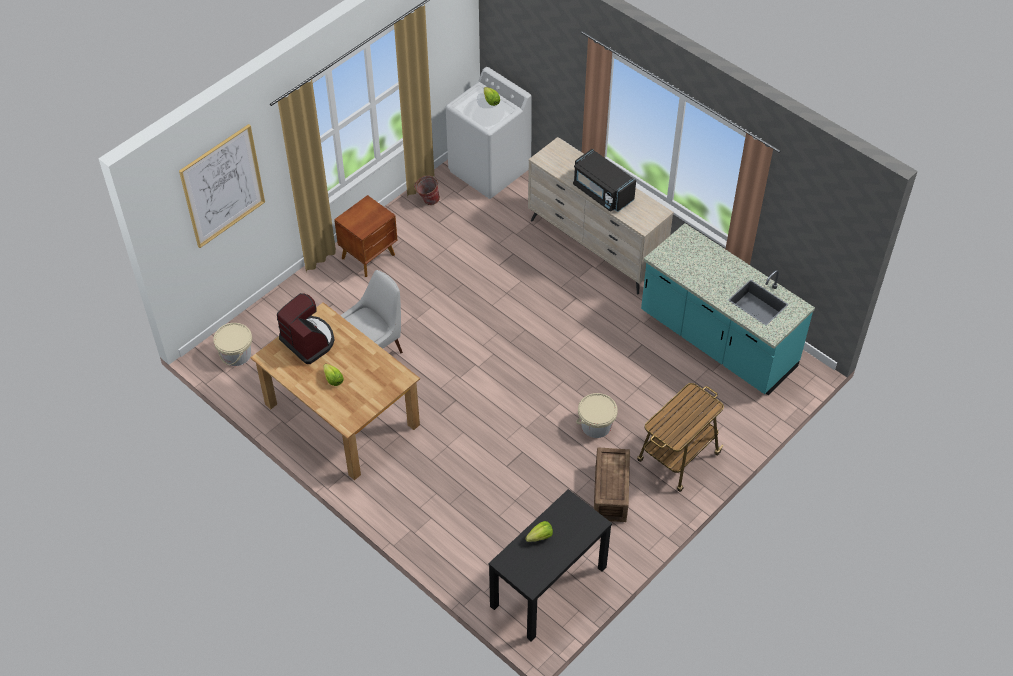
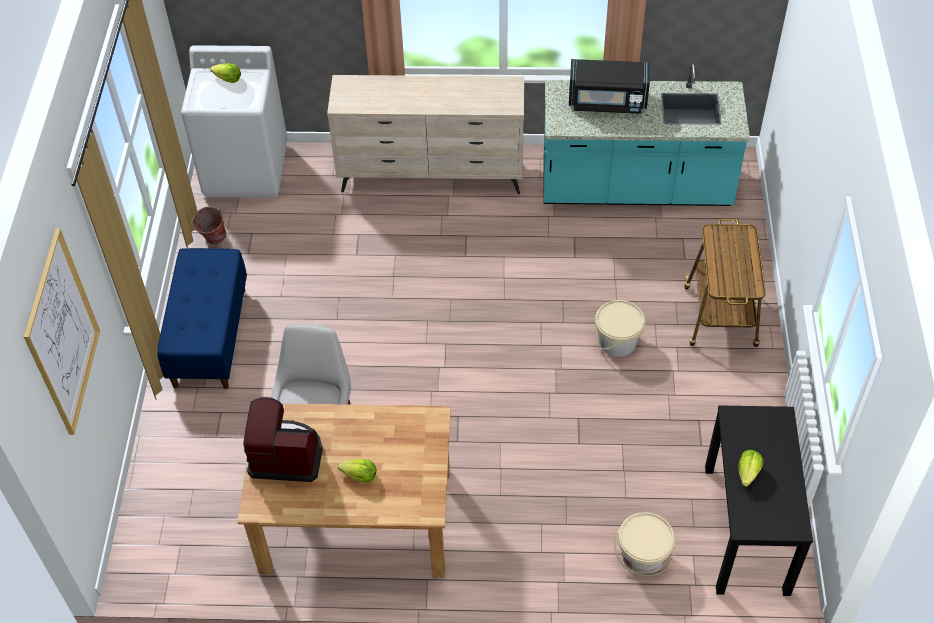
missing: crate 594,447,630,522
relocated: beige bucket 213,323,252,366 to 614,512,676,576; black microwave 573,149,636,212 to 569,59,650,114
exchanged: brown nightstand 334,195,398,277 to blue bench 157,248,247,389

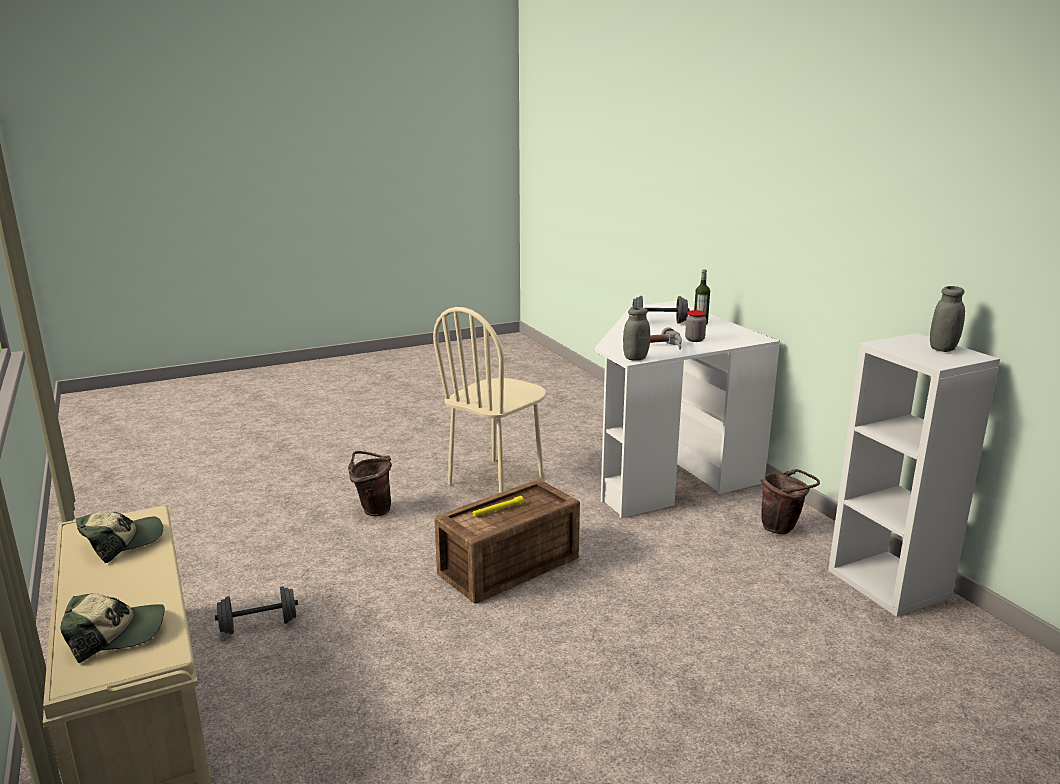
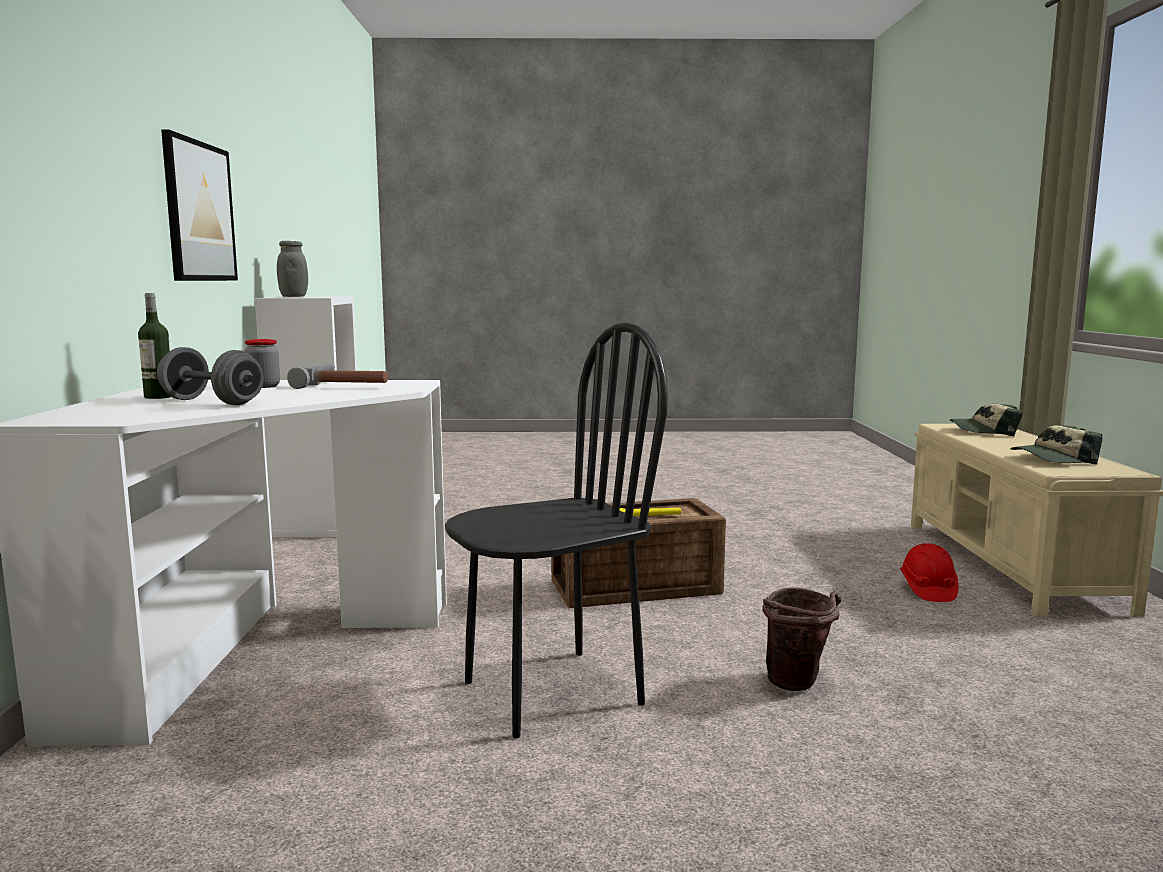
missing: grey jar 623,307,650,361; brown bucket 761,469,820,534
appeared: picture 161,130,238,281
exchanged: grey dumbbell 215,586,298,635 to red hard hat 900,543,958,602
colour: beige chair 433,307,546,493 to black chair 445,322,668,738

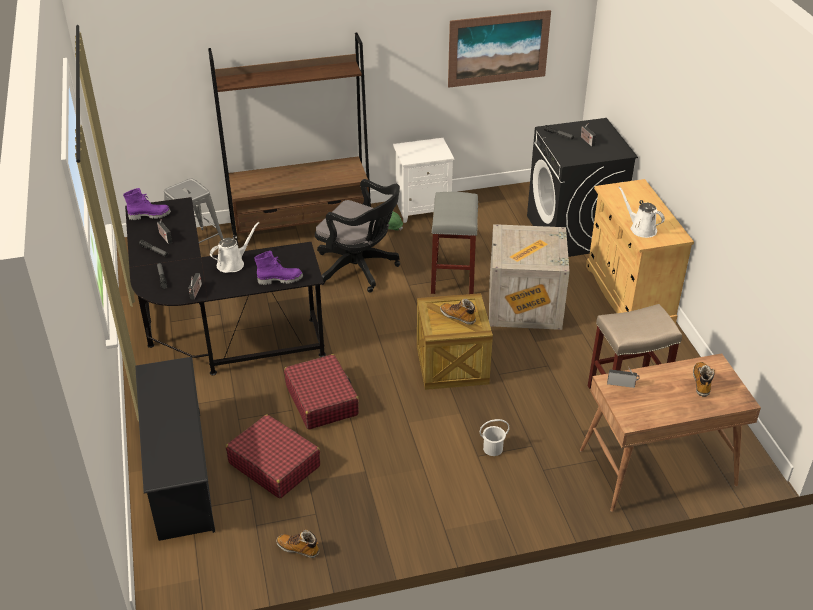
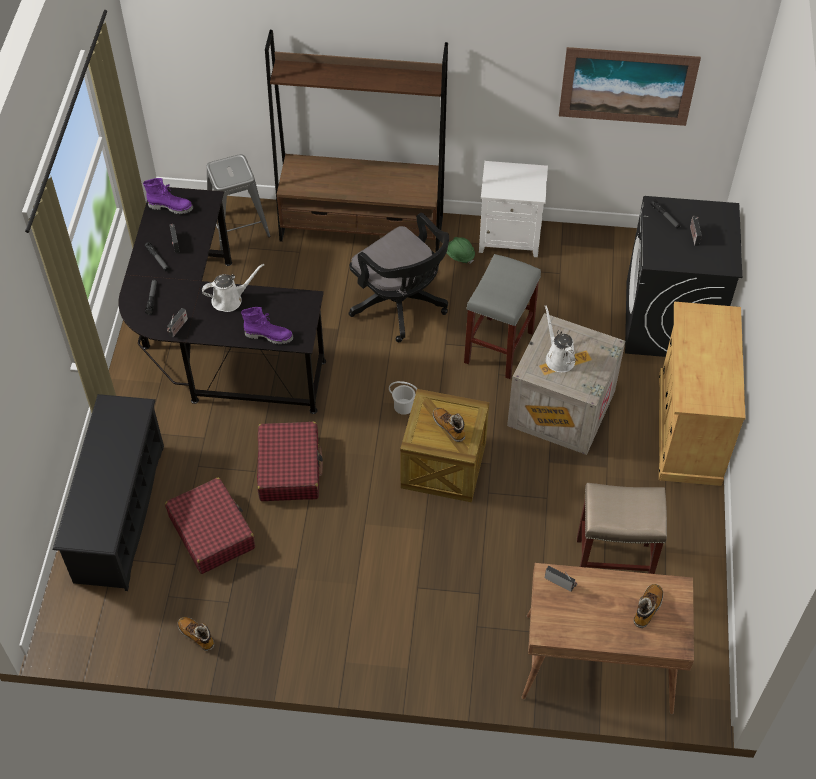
relocated: white bucket 480,419,509,456 to 389,381,417,415; white watering can 618,186,665,238 to 545,305,575,373

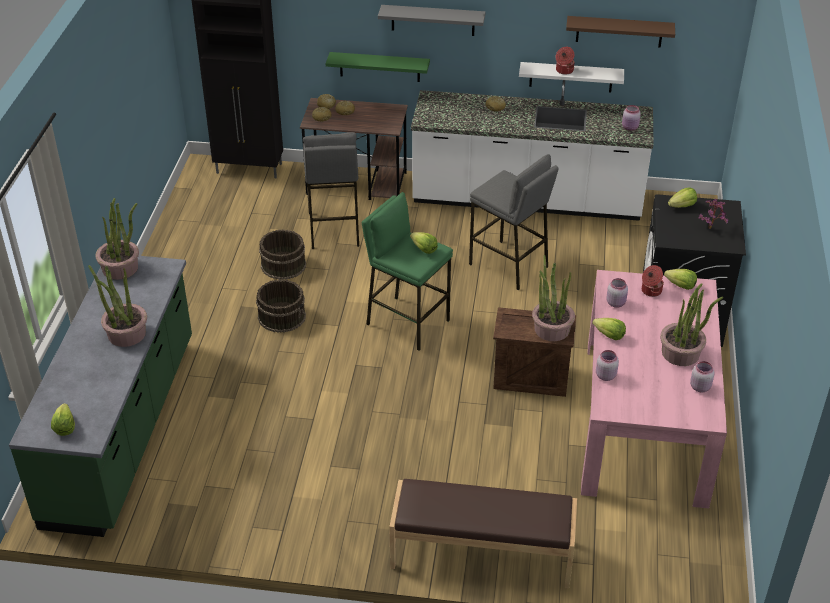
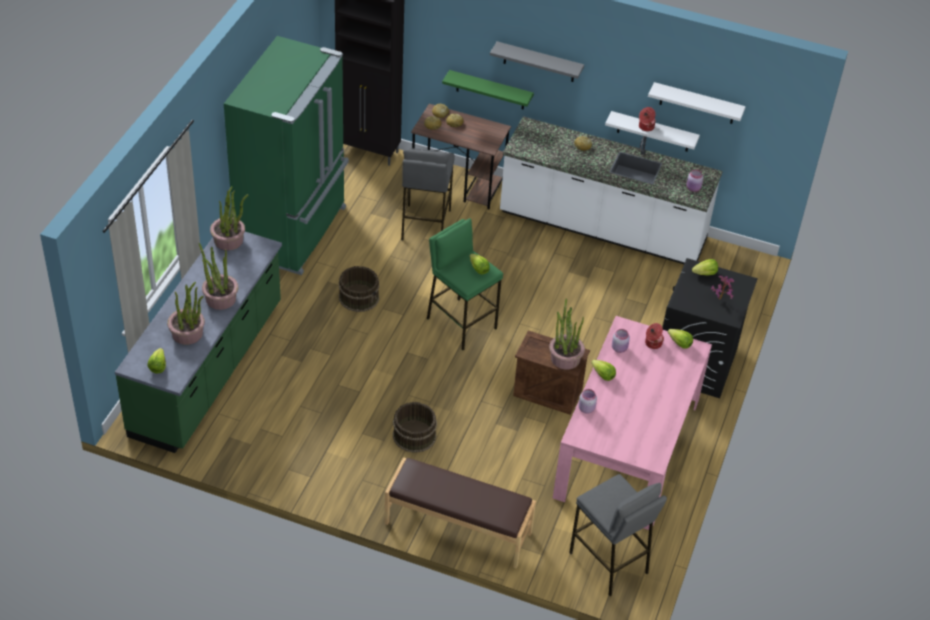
missing: pink jar 690,361,714,392
appeared: green fridge 224,36,349,275
relocated: brown bucket 259,229,306,280 to 393,402,437,453; grey stool 469,154,559,290 to 569,474,667,596; potted plant 660,283,723,366 to 167,282,205,345
colour: brown shelf 566,16,675,48 to white shelf 648,82,746,124

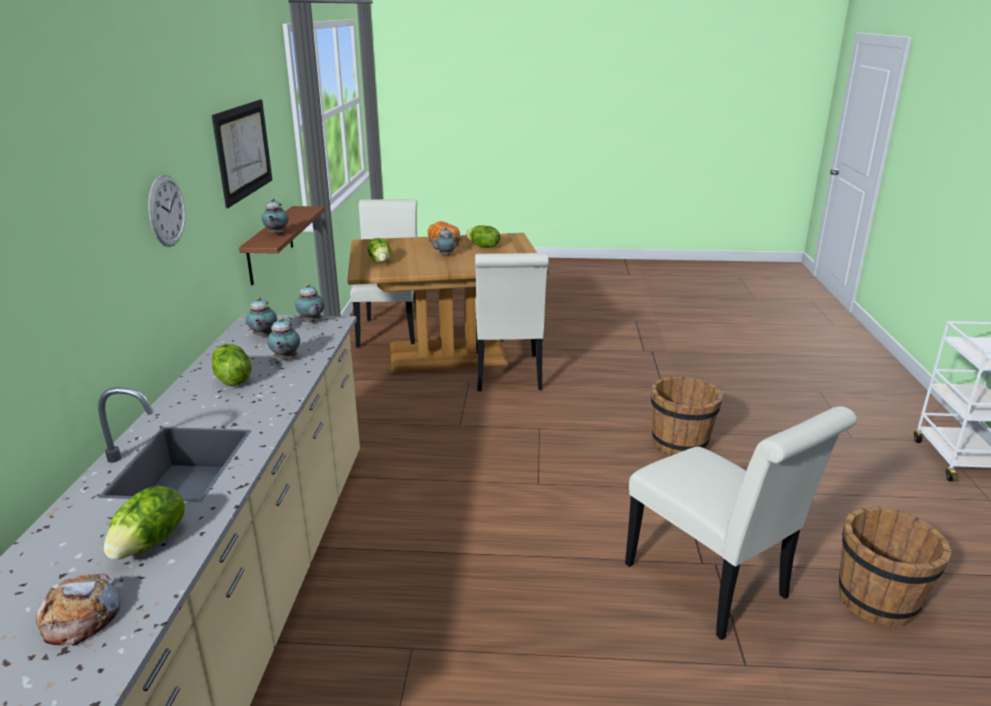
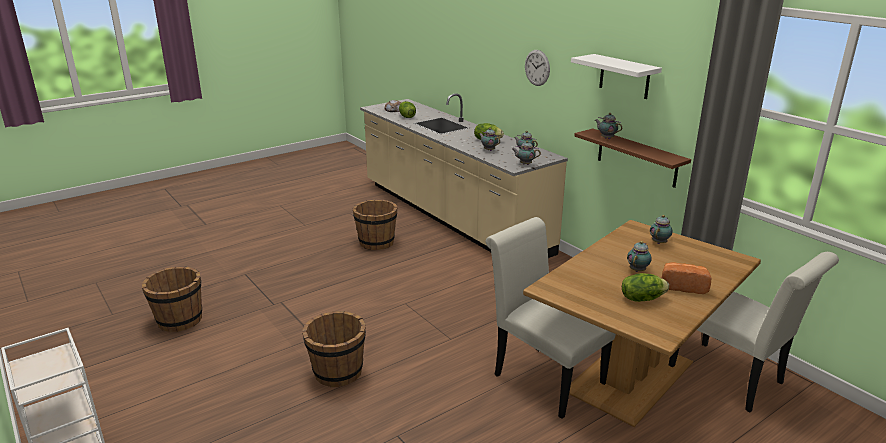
missing: white chair 625,406,857,640
appeared: brown bucket 353,200,398,250
exchanged: picture 212,99,272,208 to white shelf 571,54,662,99; lettuce 368,238,391,263 to teapot 650,215,672,244

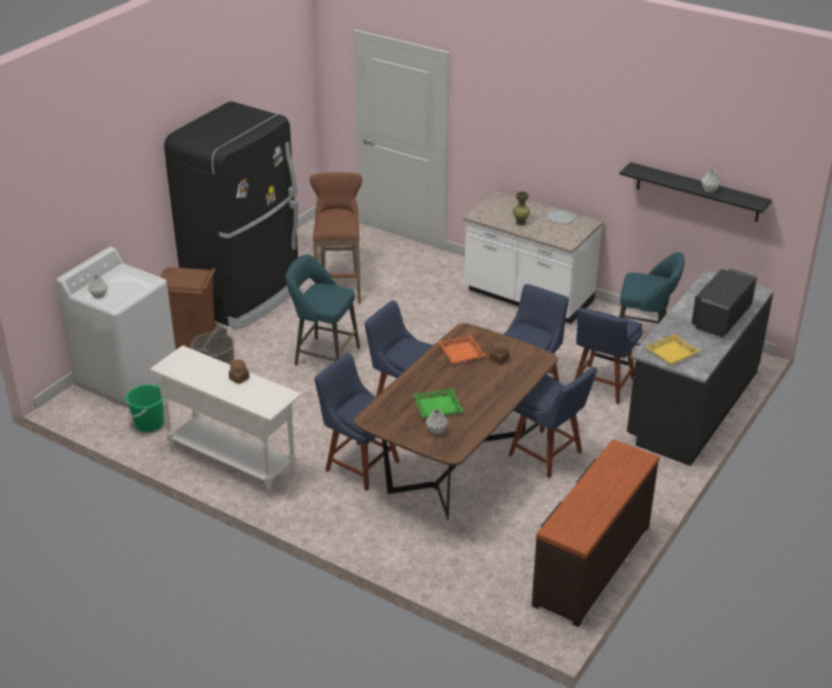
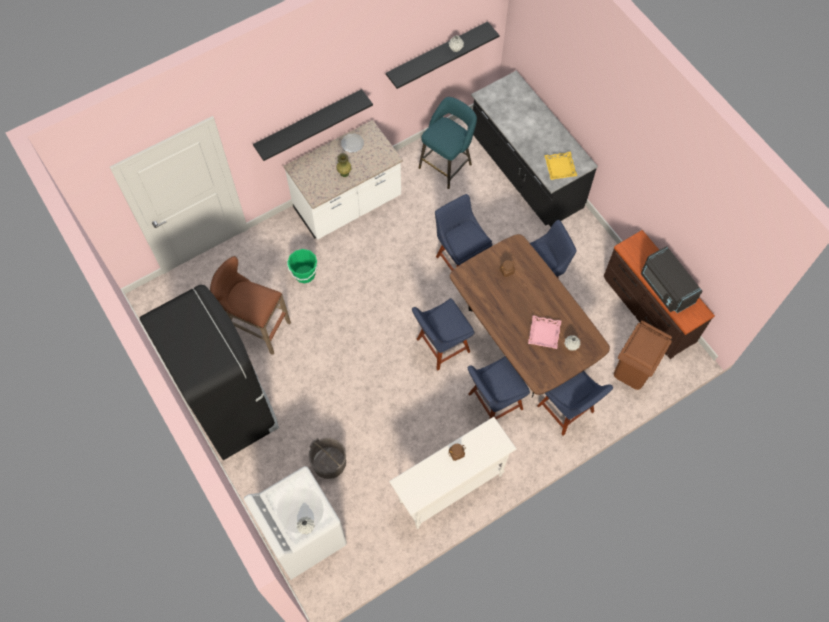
missing: turquoise stool 286,255,360,366; orange tray 438,334,486,364
appeared: black shelf 253,89,373,161
relocated: green bucket 126,384,164,433 to 287,249,317,283; brown trash can 160,267,217,350 to 614,320,672,390; blue chair 574,308,643,404 to 537,371,613,436; black microwave 691,269,757,339 to 641,246,703,313
colour: green tray 413,388,463,418 to pink tray 528,315,561,349

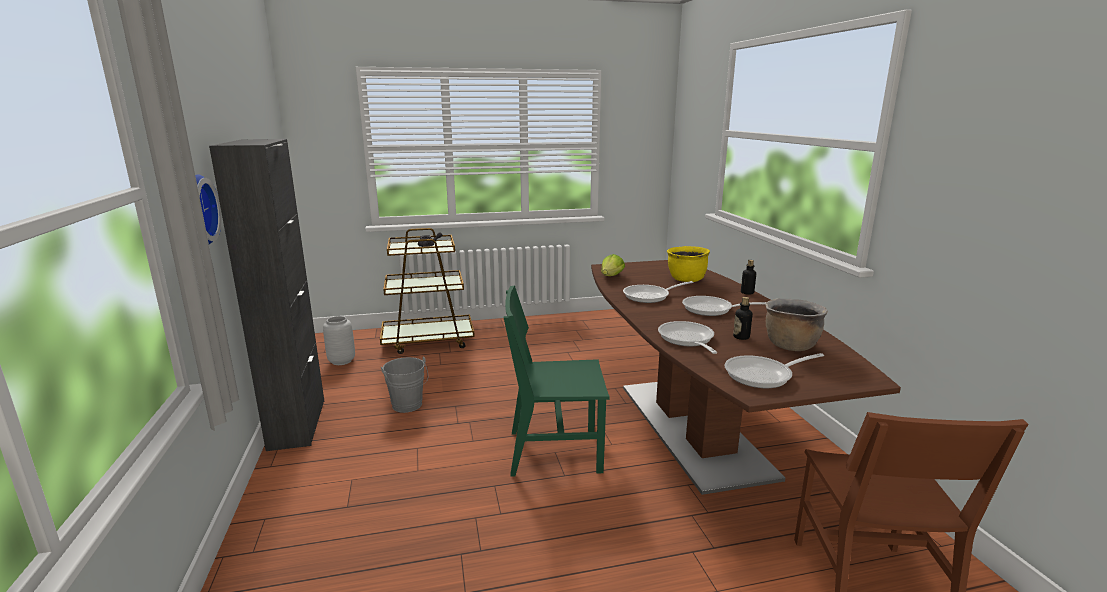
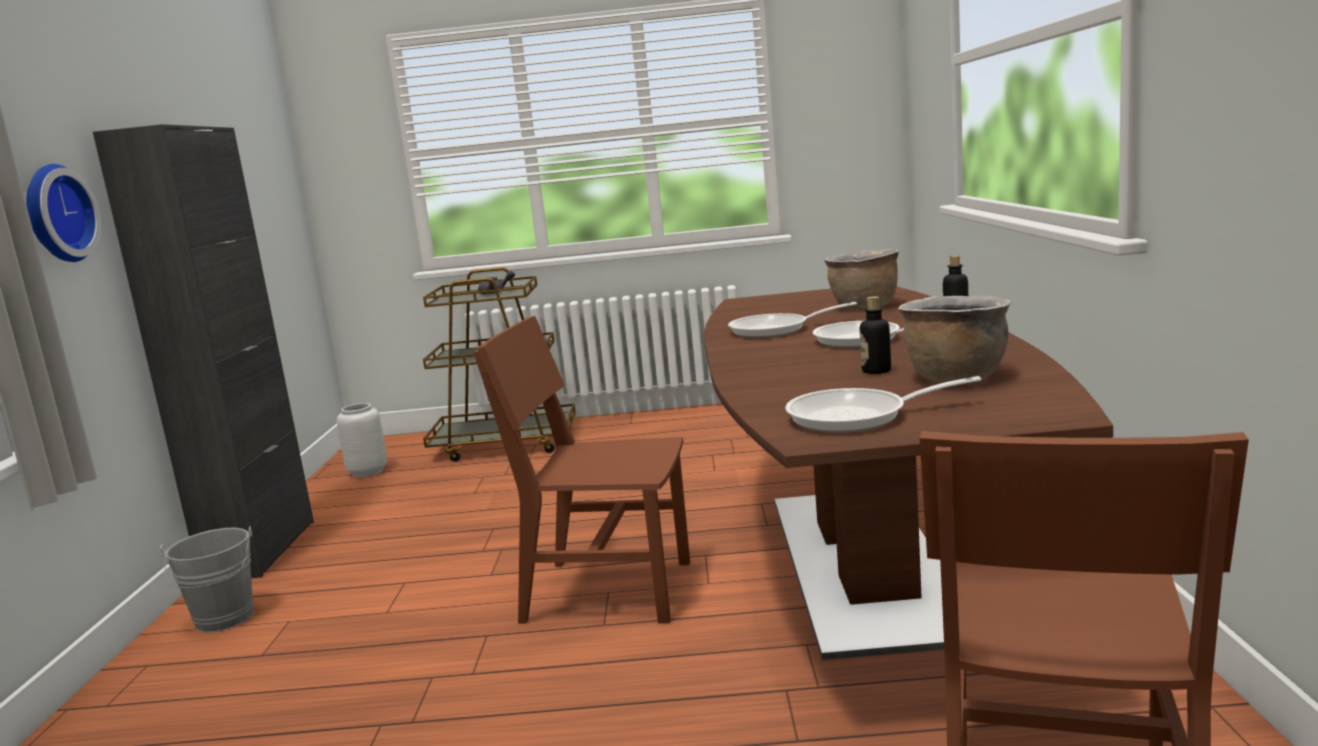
missing: lettuce 601,254,625,276; frying pan 658,321,717,354
relocated: grey bucket 381,357,428,413 to 160,526,254,633
colour: green chair 504,285,610,477 to brown chair 473,316,690,624; yellow cooking pot 667,246,710,282 to brown cooking pot 824,249,899,309

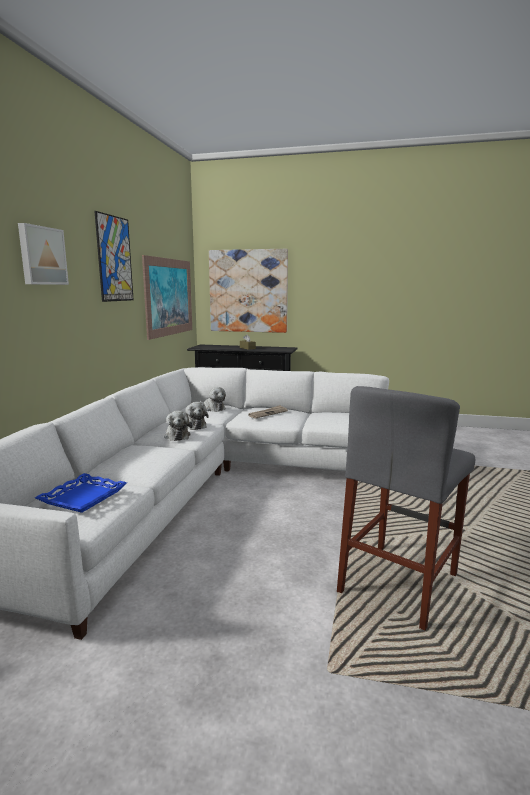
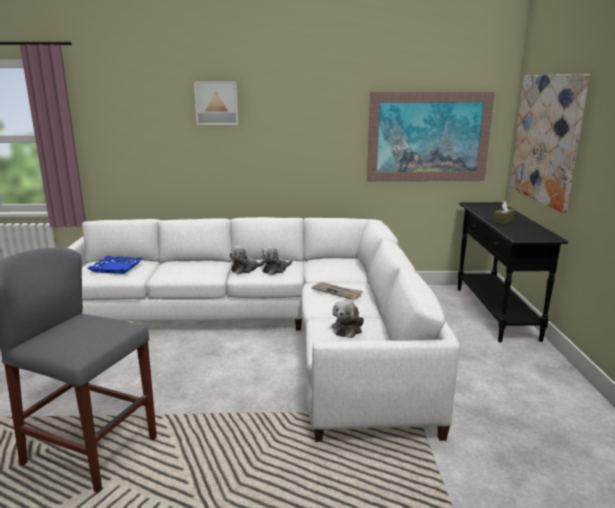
missing: picture 94,211,134,302
relocated: plush toy 199,387,226,412 to 332,300,364,338

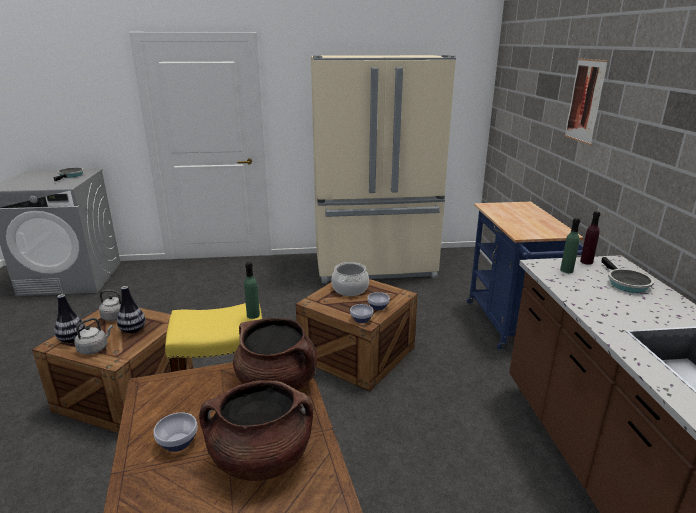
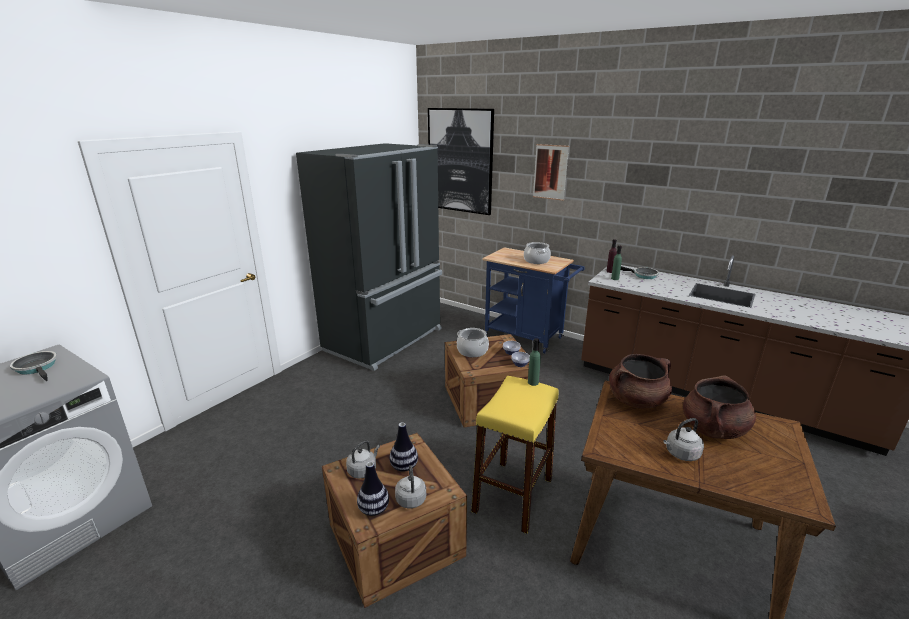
appeared: picture 428,108,494,215; cooking pot 524,242,551,264
exchanged: bowl 154,412,197,452 to grey kettle 663,418,704,461
colour: beige fridge 311,55,456,283 to black fridge 296,143,442,371

